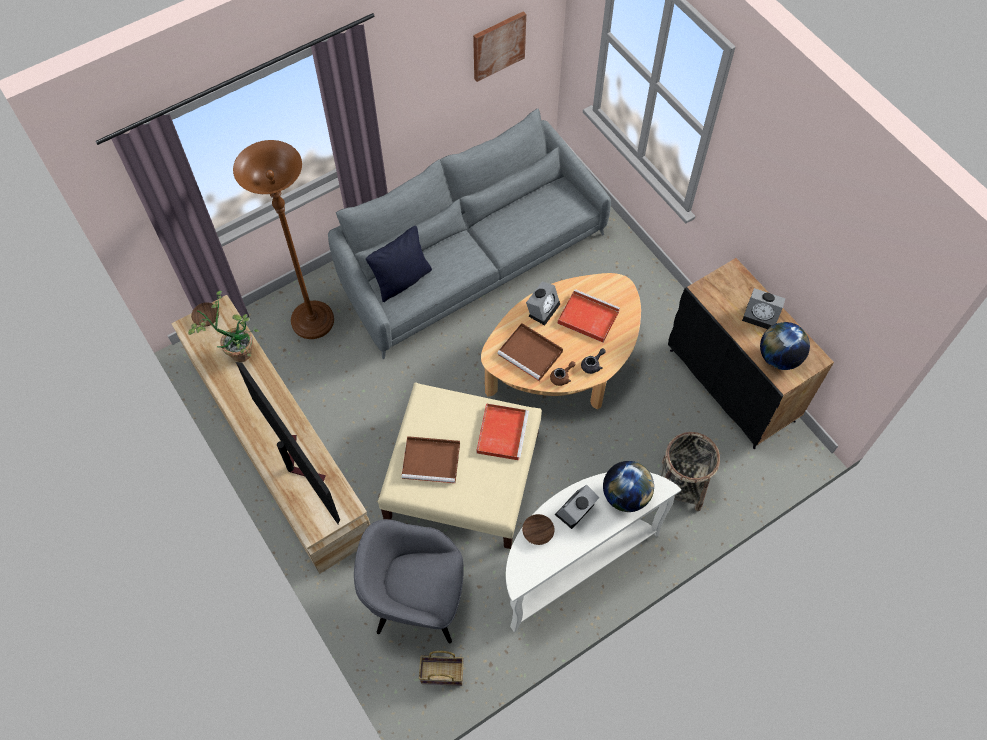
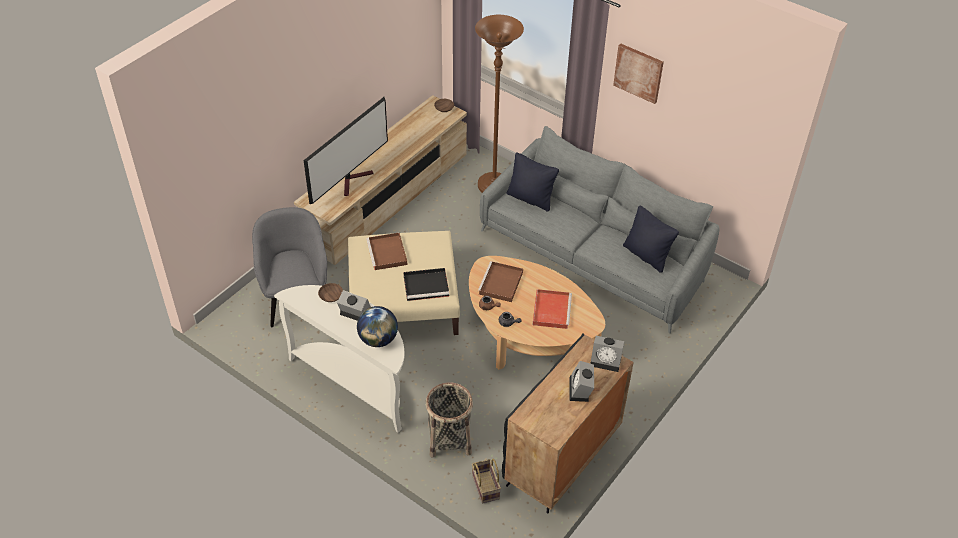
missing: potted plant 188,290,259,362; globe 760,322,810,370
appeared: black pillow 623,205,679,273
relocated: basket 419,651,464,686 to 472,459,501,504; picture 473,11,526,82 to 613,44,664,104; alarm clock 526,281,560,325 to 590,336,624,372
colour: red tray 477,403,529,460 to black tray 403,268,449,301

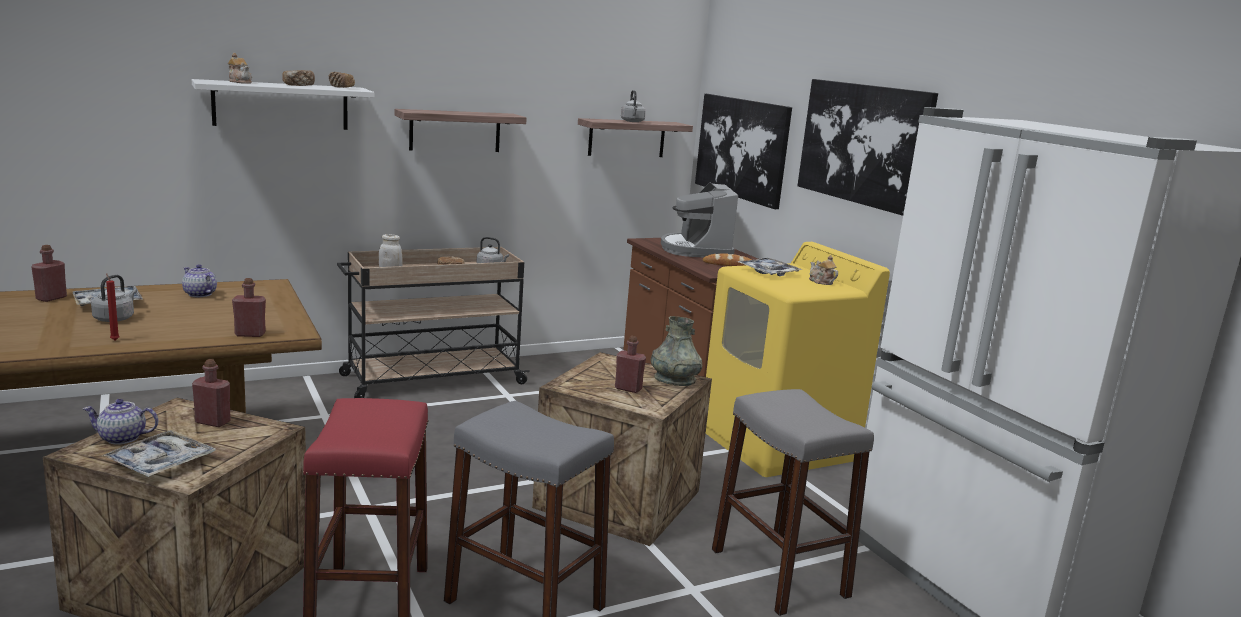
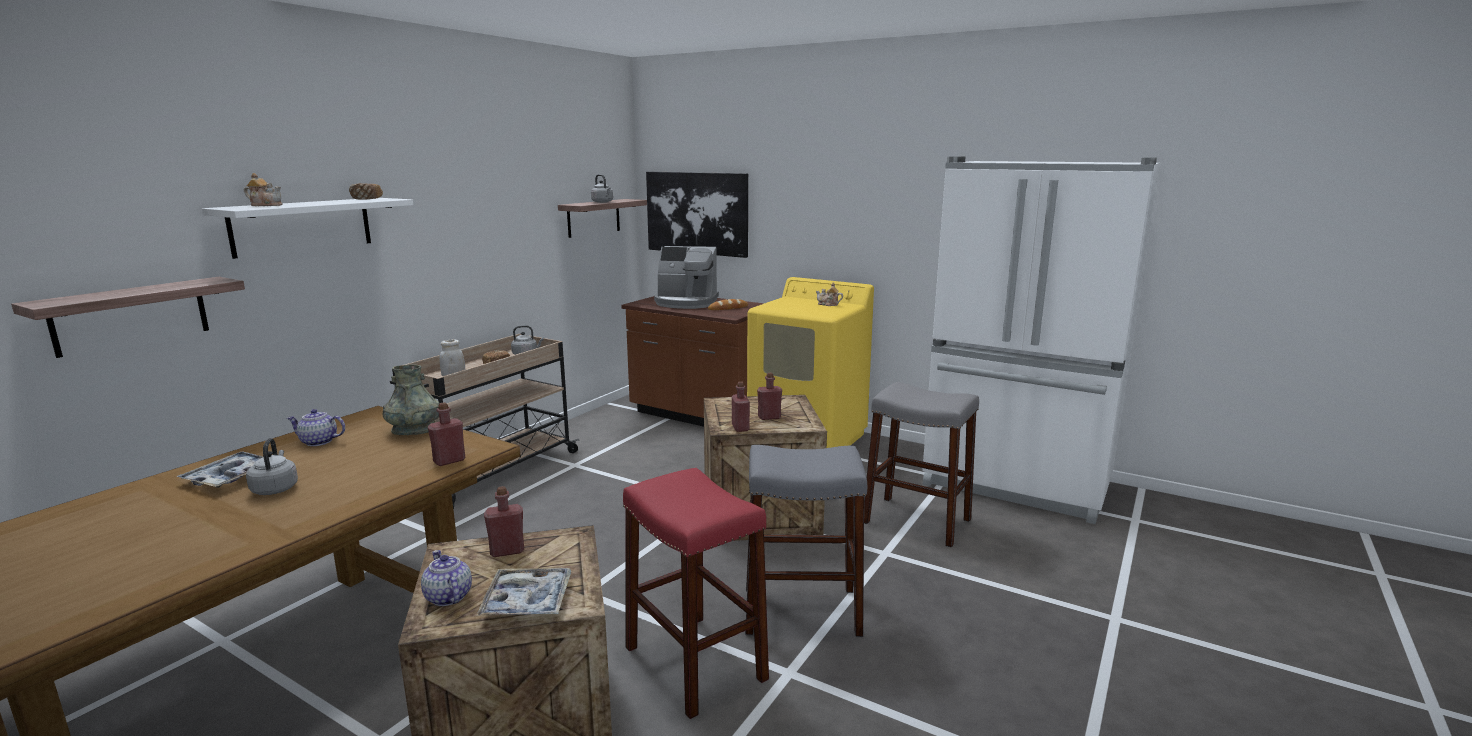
missing: red candle 106,273,120,340; bread 282,70,315,86; tray 738,258,803,276; picture 797,79,938,216
relocated: red bottle 31,245,67,302 to 732,381,750,432; shelf 394,109,527,152 to 11,277,245,358; grey vase 651,316,702,386 to 382,364,439,435
spun: teapot 83,399,158,445 = 421,550,472,606 90 degrees clockwise; coffee machine 661,183,738,258 = 654,246,719,309 45 degrees counterclockwise

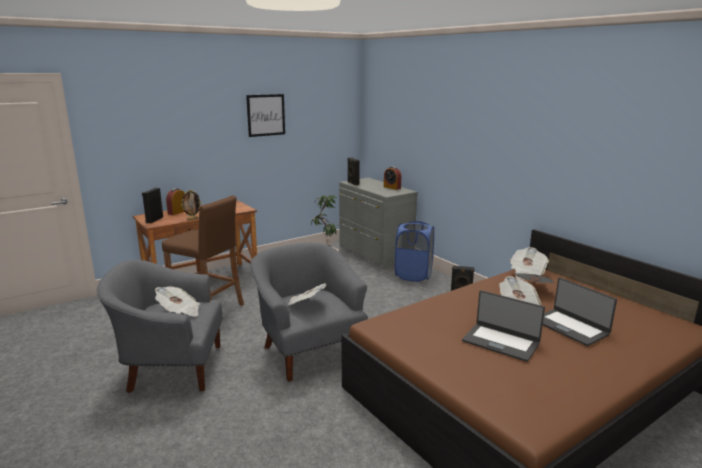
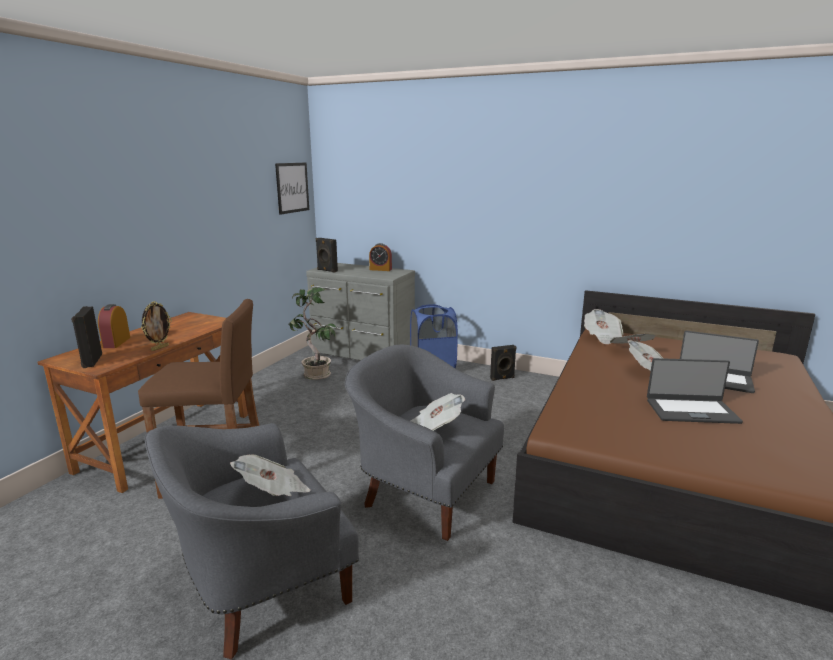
relocated: picture 246,94,285,137 to 275,163,309,215

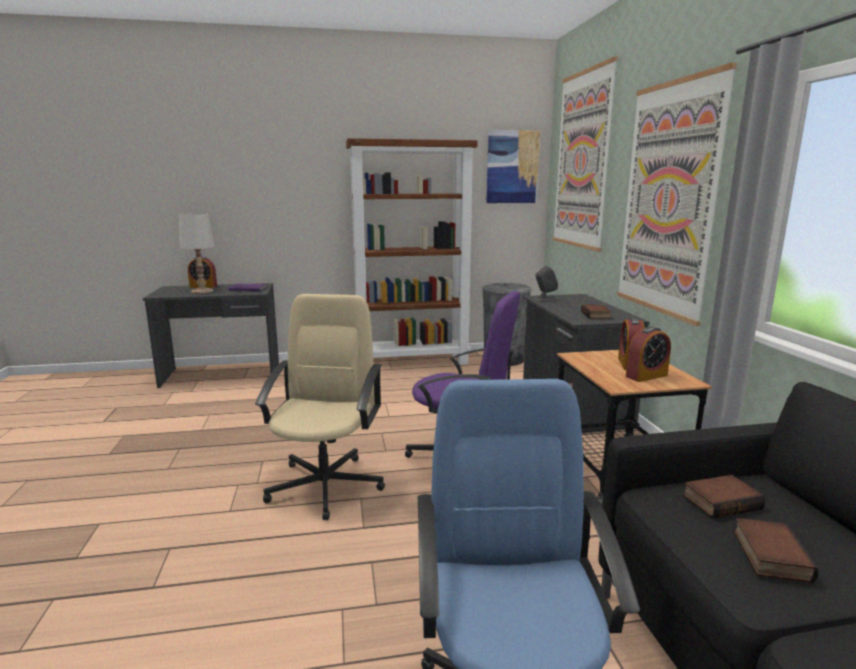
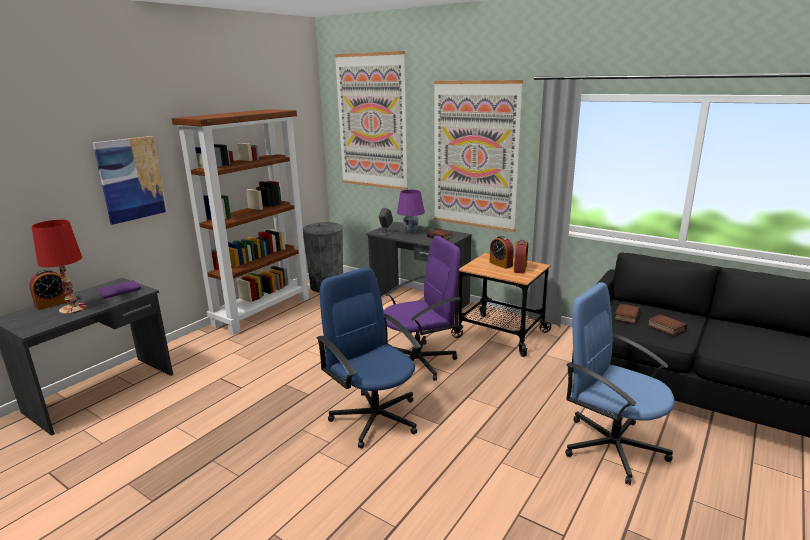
appeared: purple table lamp 397,190,425,234
relocated: picture 486,130,540,203 to 93,136,167,225
colour: white table lamp 179,213,215,293 to red table lamp 32,220,87,314; beige office chair 255,294,385,520 to blue office chair 317,267,421,449

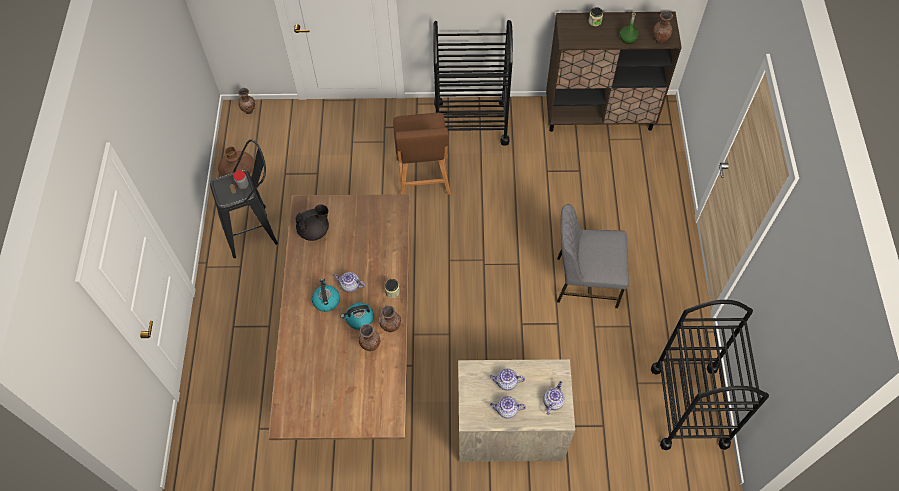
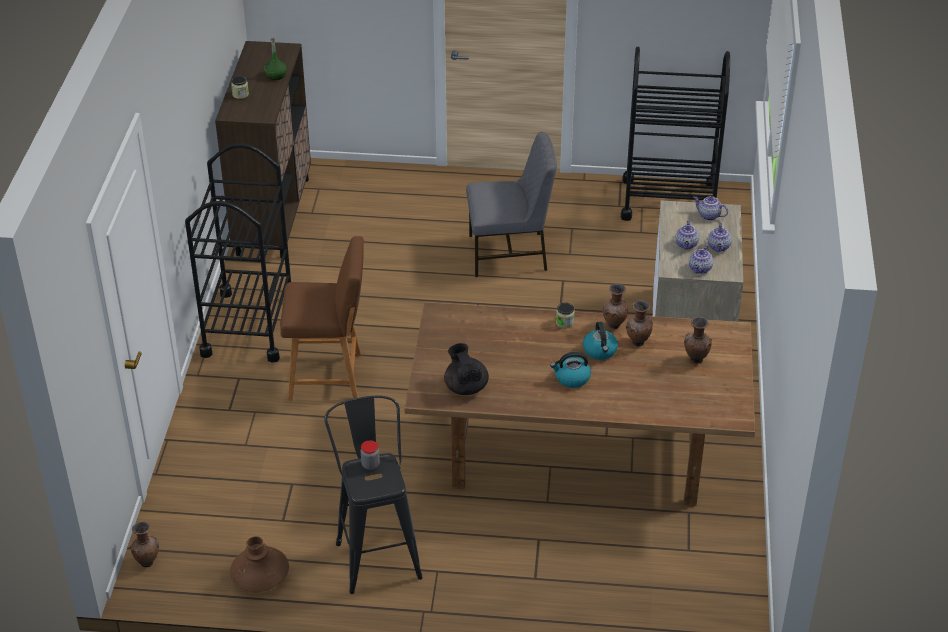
relocated: teapot 333,272,365,292 to 689,245,713,274; brown vase 653,11,673,45 to 684,317,712,364
spun: grey chair 557,204,629,308 = 466,132,557,277 105 degrees counterclockwise

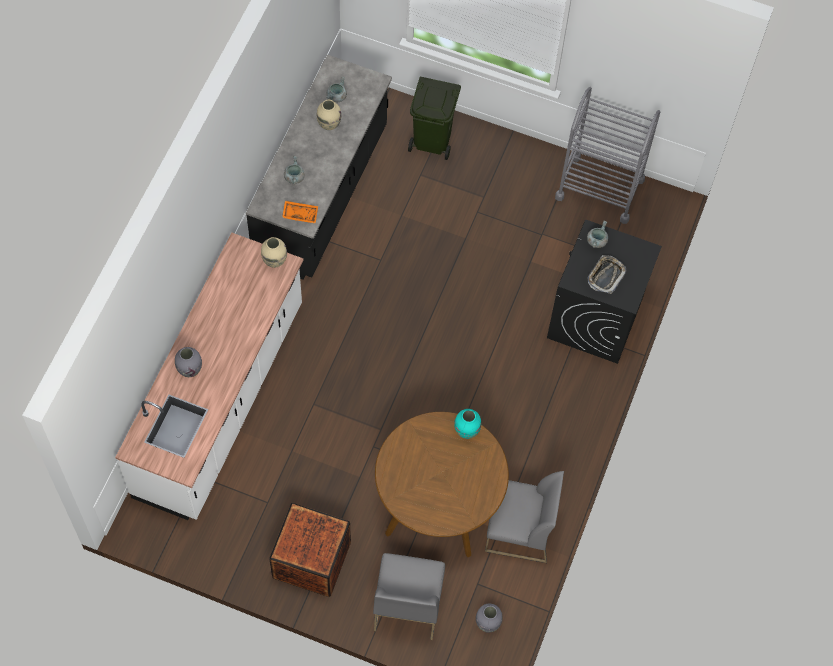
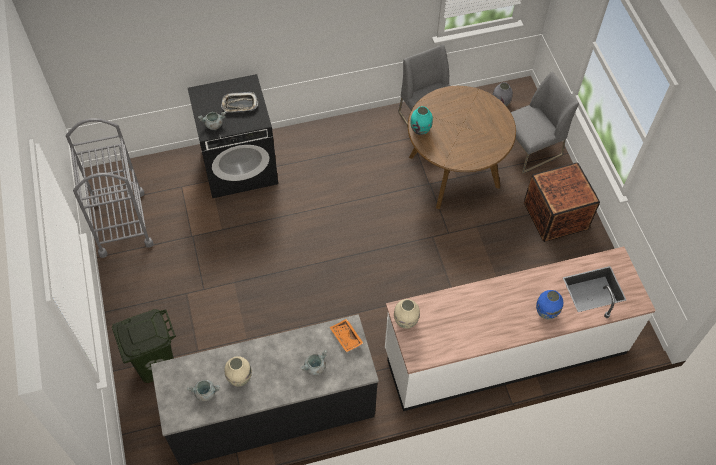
colour: grey vase 175,347,202,377 to blue vase 536,290,563,319

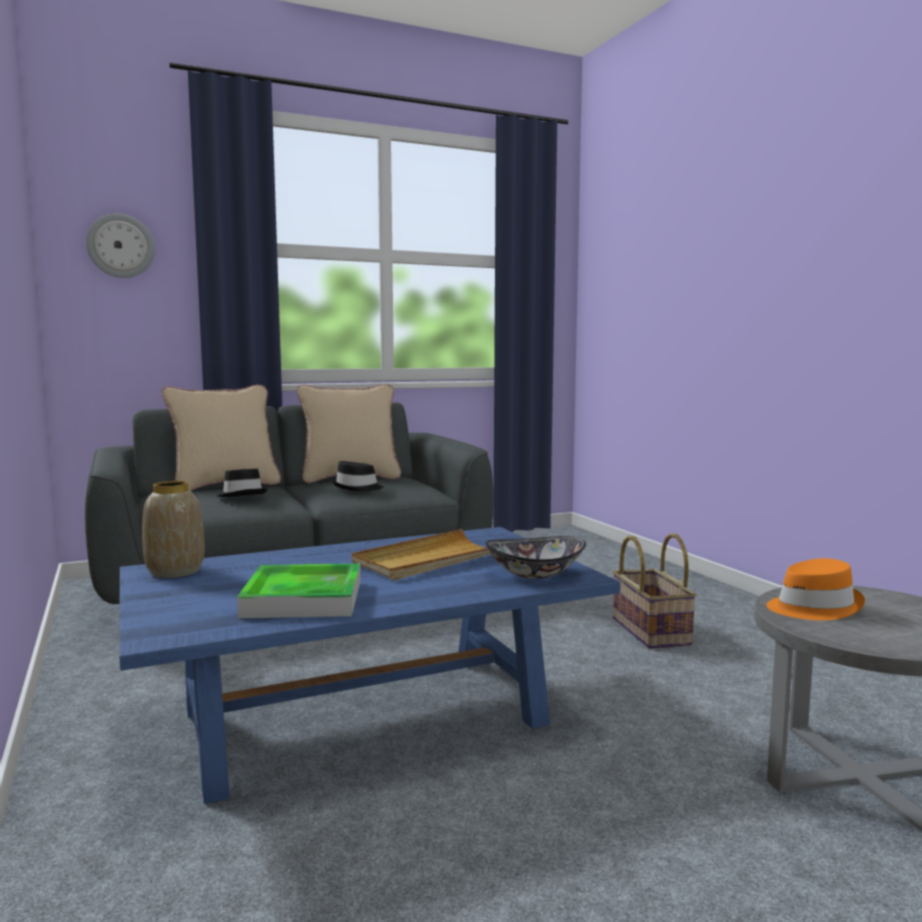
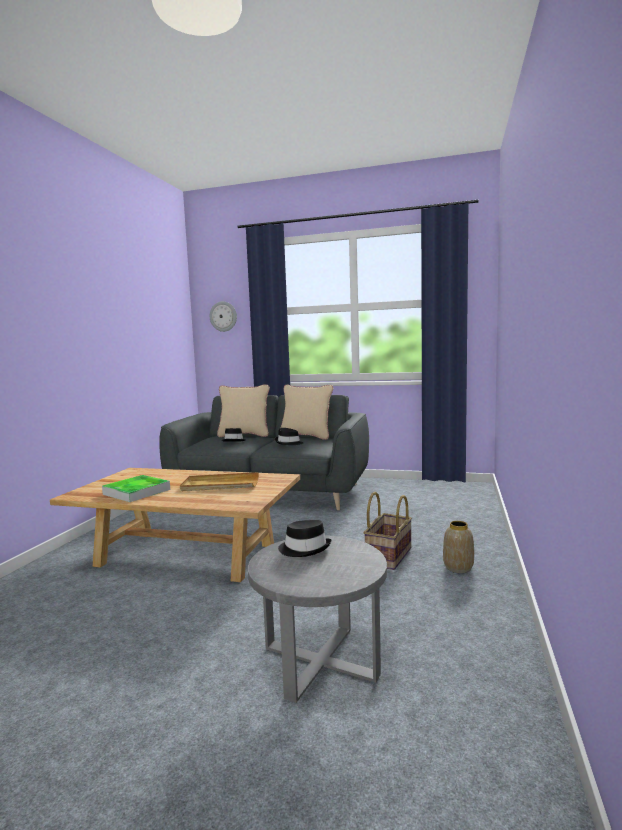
missing: bowl 485,536,586,579
relocated: vase 142,481,204,578 to 443,521,474,573
colour: blue coffee table 119,527,621,804 to beige coffee table 50,468,300,582; orange hat 766,558,865,620 to black hat 278,520,331,557

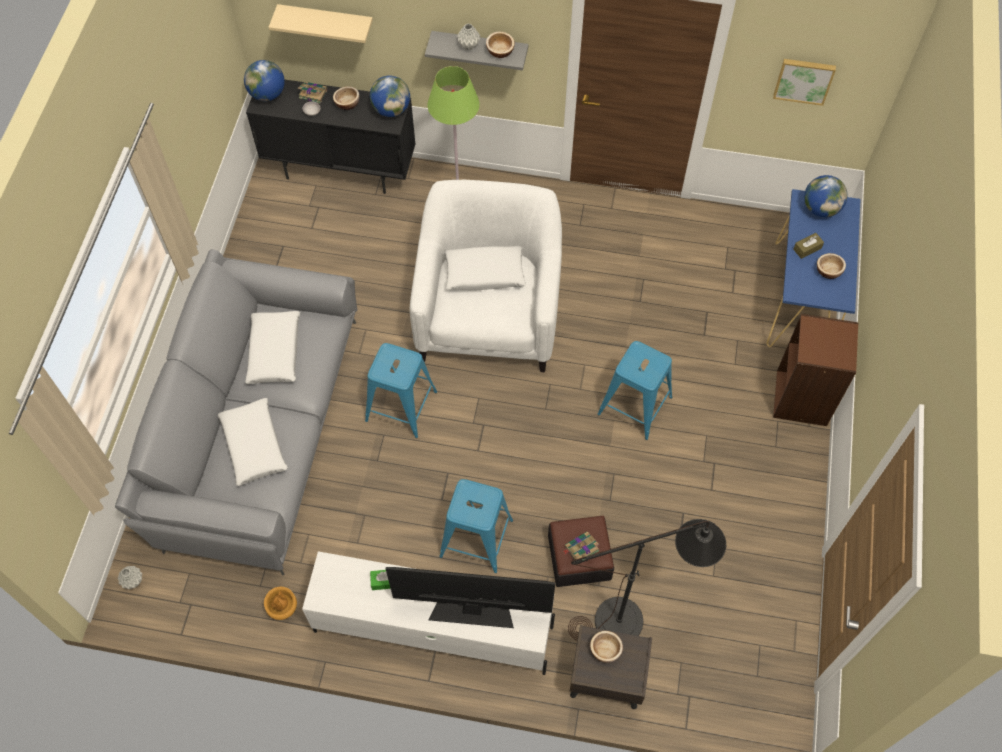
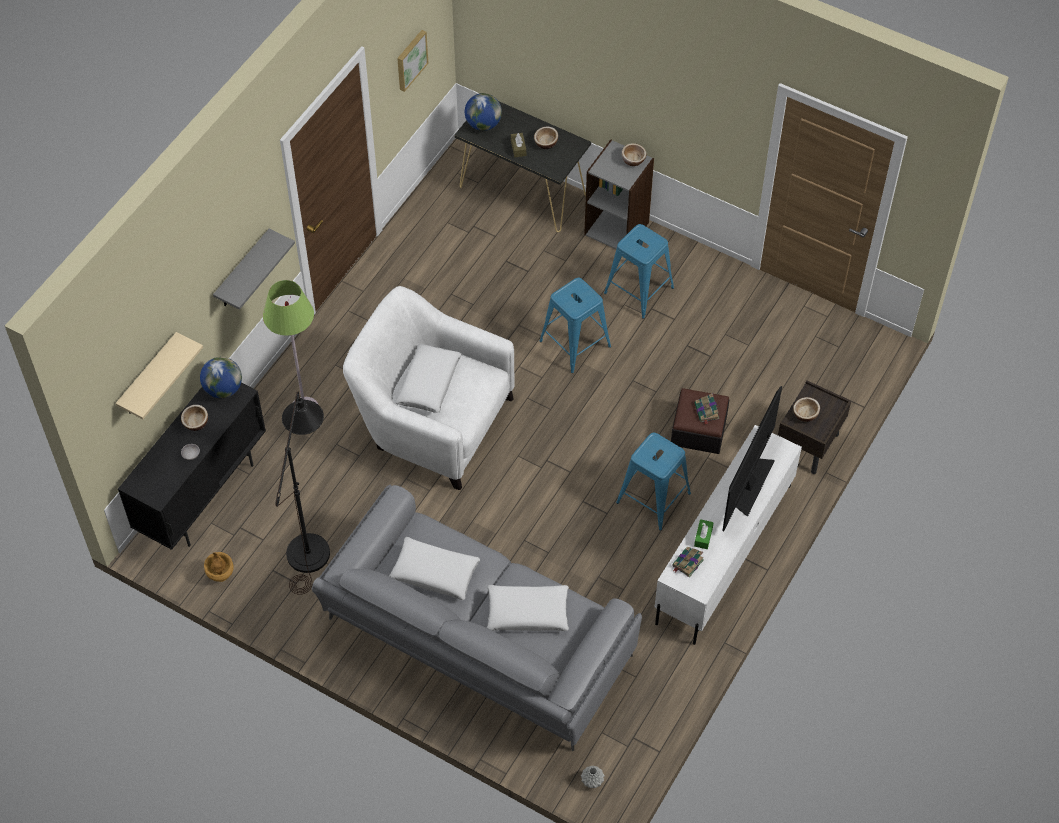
missing: globe 244,60,285,101; grey vase 457,24,480,50
relocated: brown vase 264,587,297,620 to 204,552,234,582; book 298,81,327,104 to 672,547,704,578; blue stool 365,343,437,438 to 604,224,674,319; bowl 486,32,515,58 to 622,143,646,166; black floor lamp 568,519,726,640 to 276,392,330,595
colour: blue console table 767,189,861,347 to black console table 454,101,591,232; brown bookcase 773,314,859,426 to grey bookcase 584,139,654,249

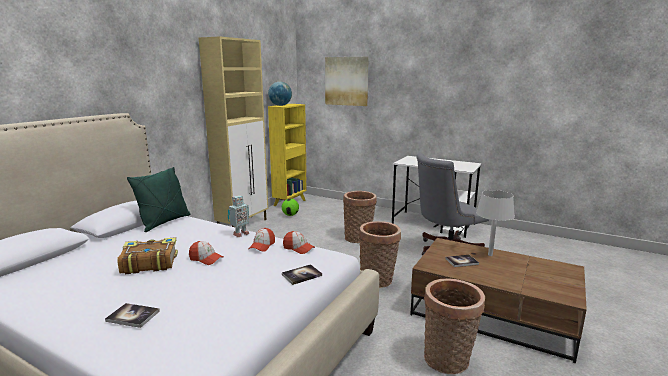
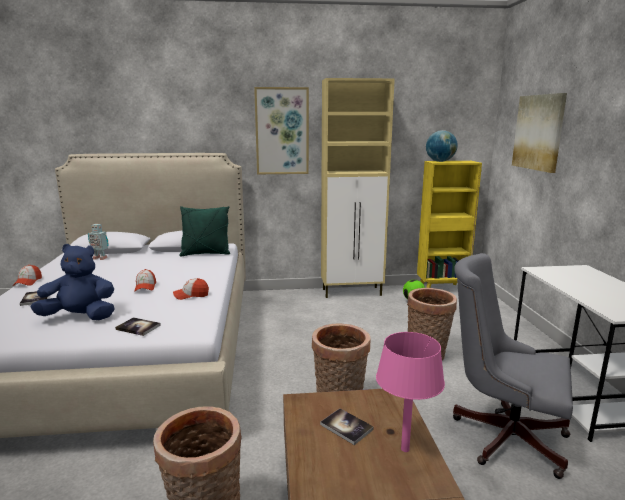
missing: book 117,237,178,274
appeared: blue plush toy 31,244,114,320; picture 254,87,309,174
relocated: toy robot 228,195,249,237 to 88,224,109,260; cap 283,231,315,254 to 13,265,42,286
colour: grey table lamp 476,190,515,256 to pink table lamp 376,332,445,452

